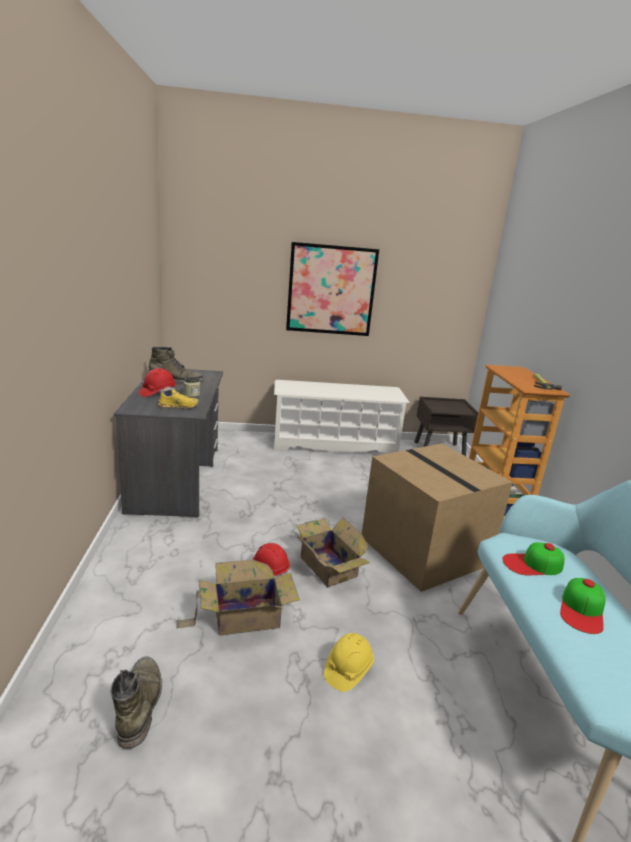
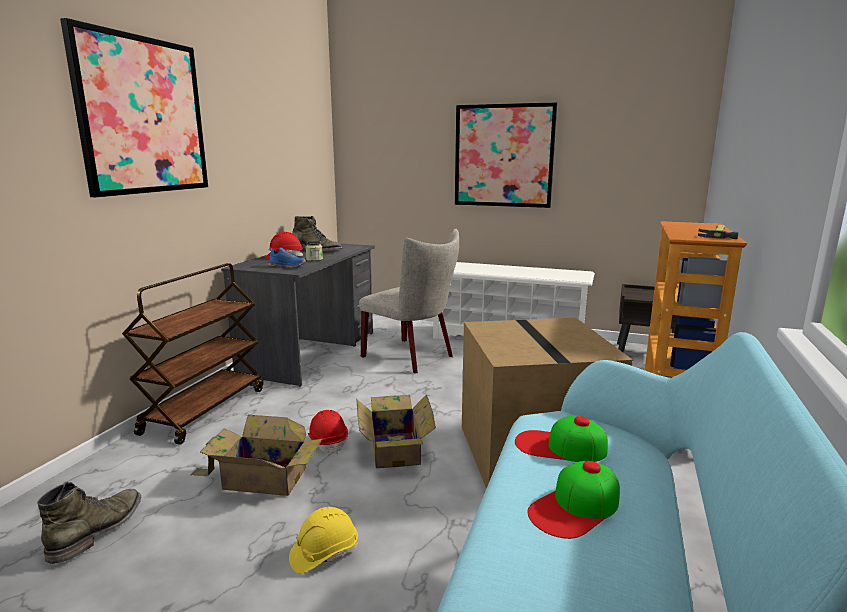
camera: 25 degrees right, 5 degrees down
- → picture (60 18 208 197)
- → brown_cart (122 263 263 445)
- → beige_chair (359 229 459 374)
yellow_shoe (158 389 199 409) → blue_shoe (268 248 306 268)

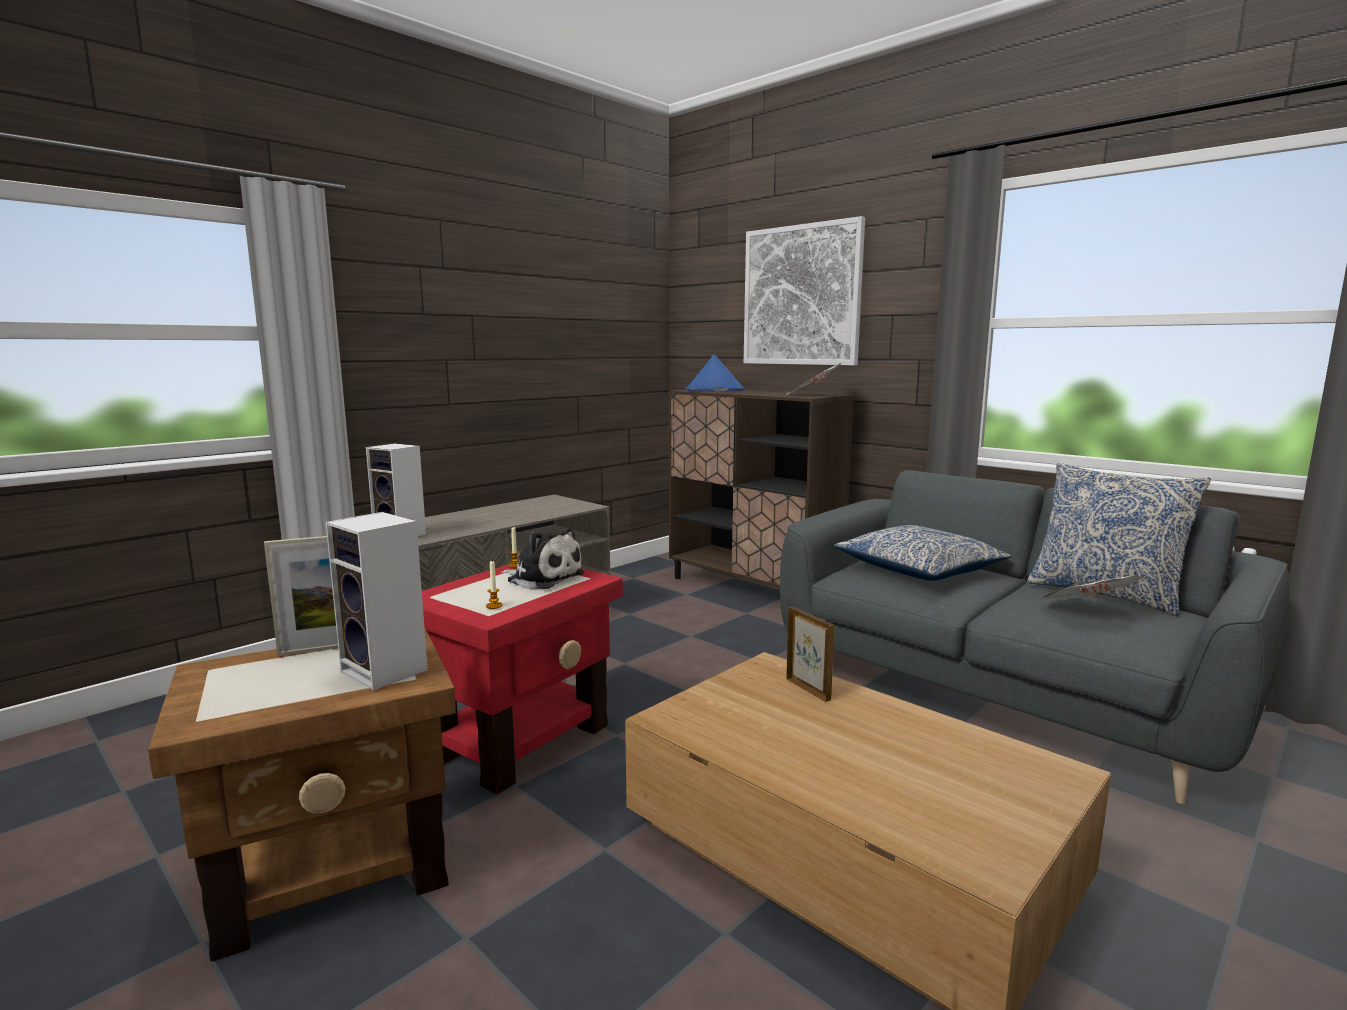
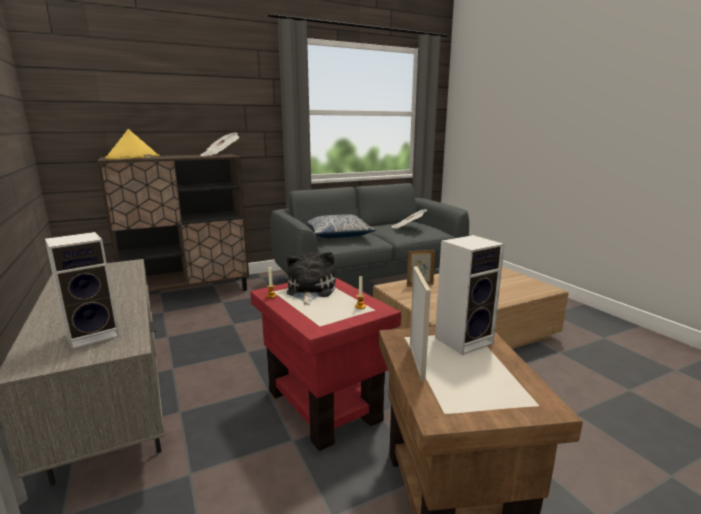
camera: 70 degrees left, 5 degrees up
picture (744 216 865 365) → -
pillow (1027 463 1211 616) → -
blue_hat (685 354 746 391) → yellow_hat (105 129 160 159)
plush_toy (501 527 585 589) → plush_toy (287 252 336 305), 45 degrees counterclockwise

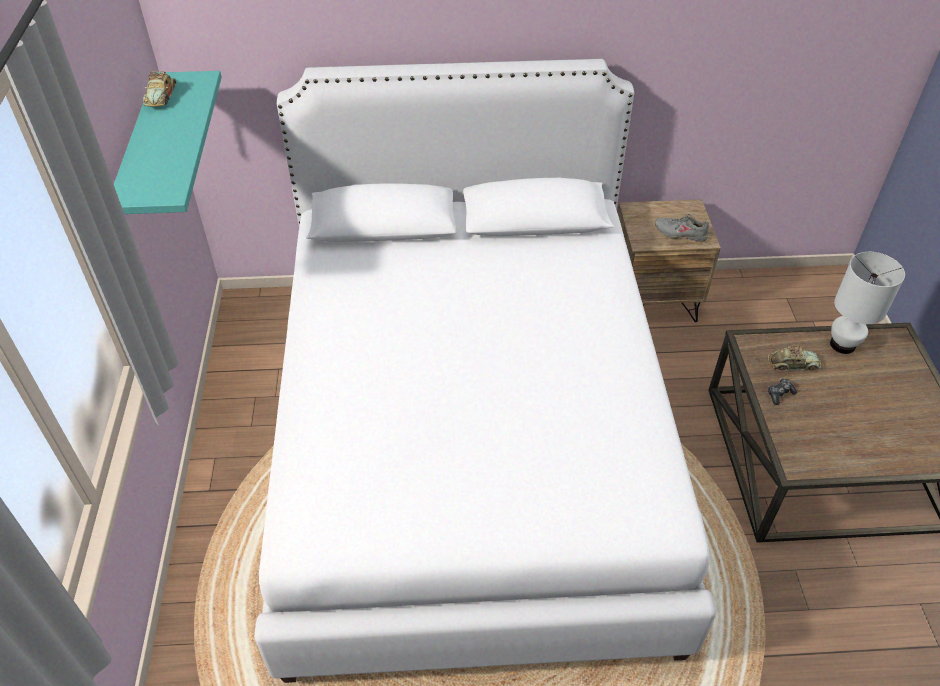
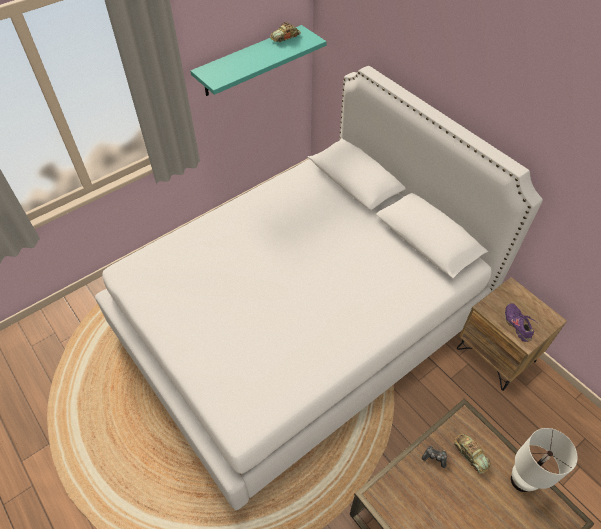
camera: 55 degrees right, 5 degrees up
grey_shoe (655 214 709 242) → purple_shoe (505 303 536 342)

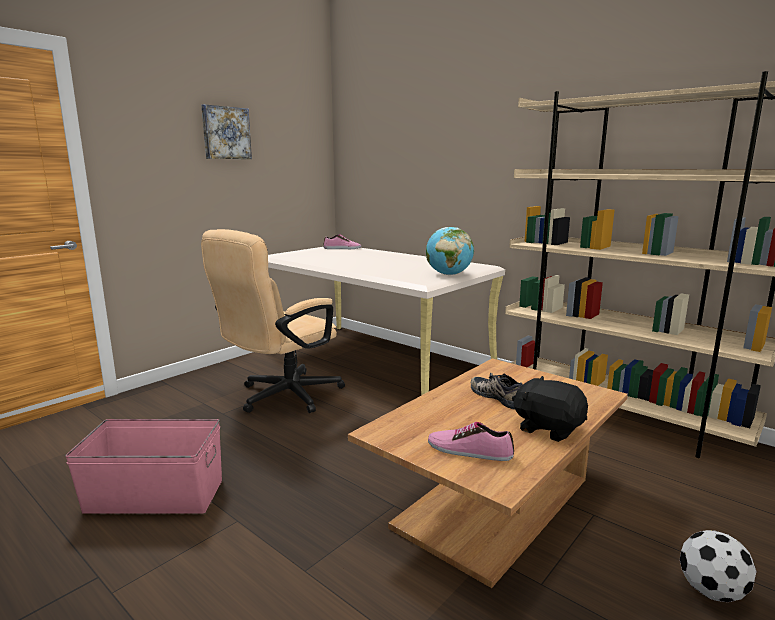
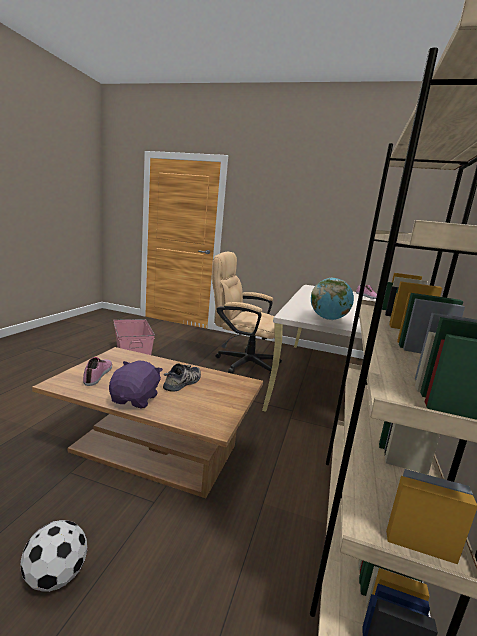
camera: 65 degrees right, 0 degrees up
picture (201 104 252 159) → -
black_plush_toy (512 376 588 442) → purple_plush_toy (109 361 163 408)

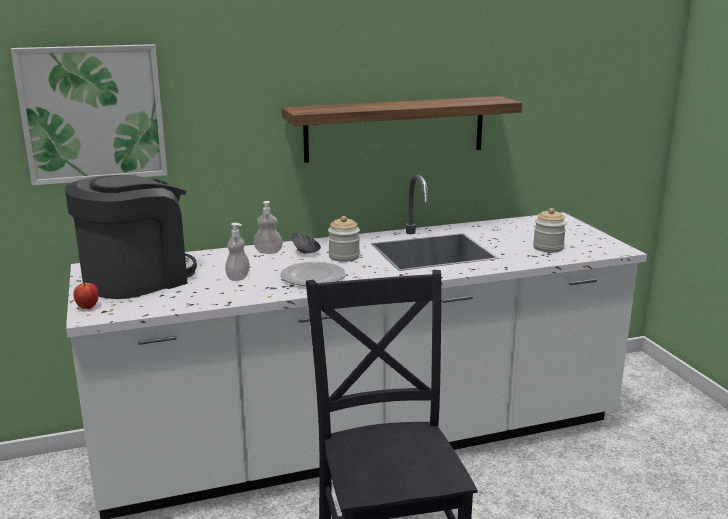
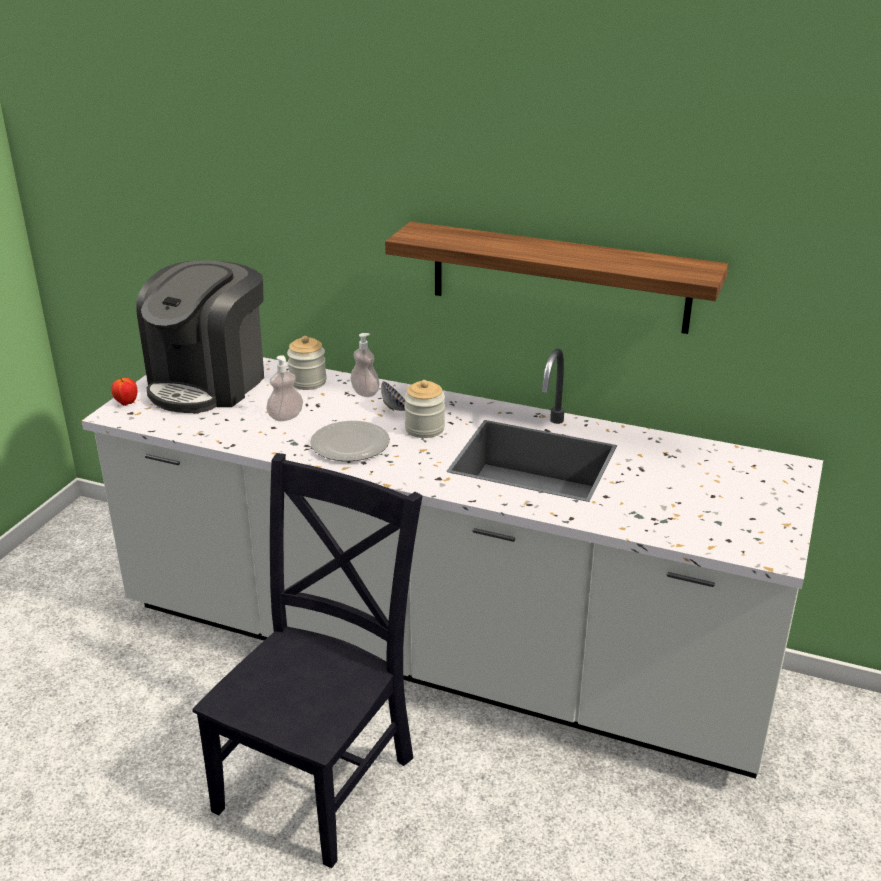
camera: 40 degrees right, 10 degrees up
picture (11 44 167 186) → -
jar (533 208 566 252) → jar (287 336 327 390), relocated
coffee_machine (65 175 197 299) → coffee_machine (136 260 264 413), 120 degrees clockwise

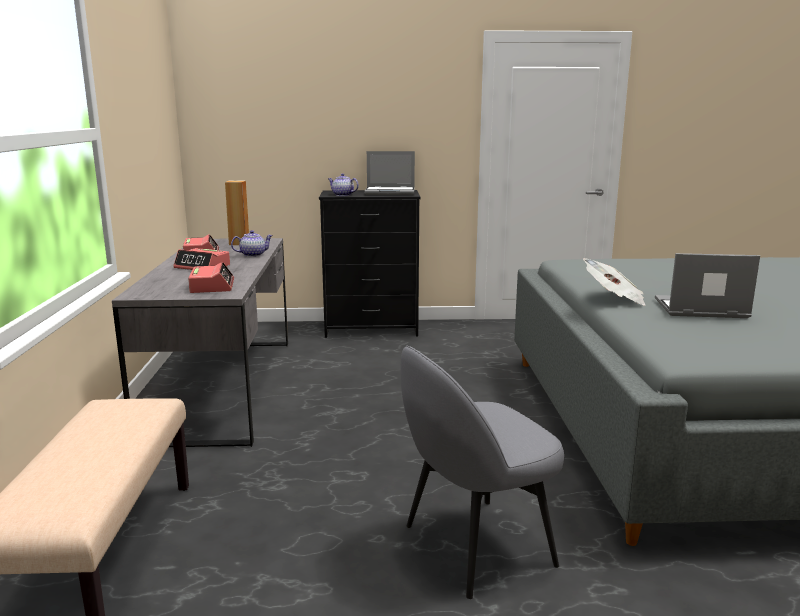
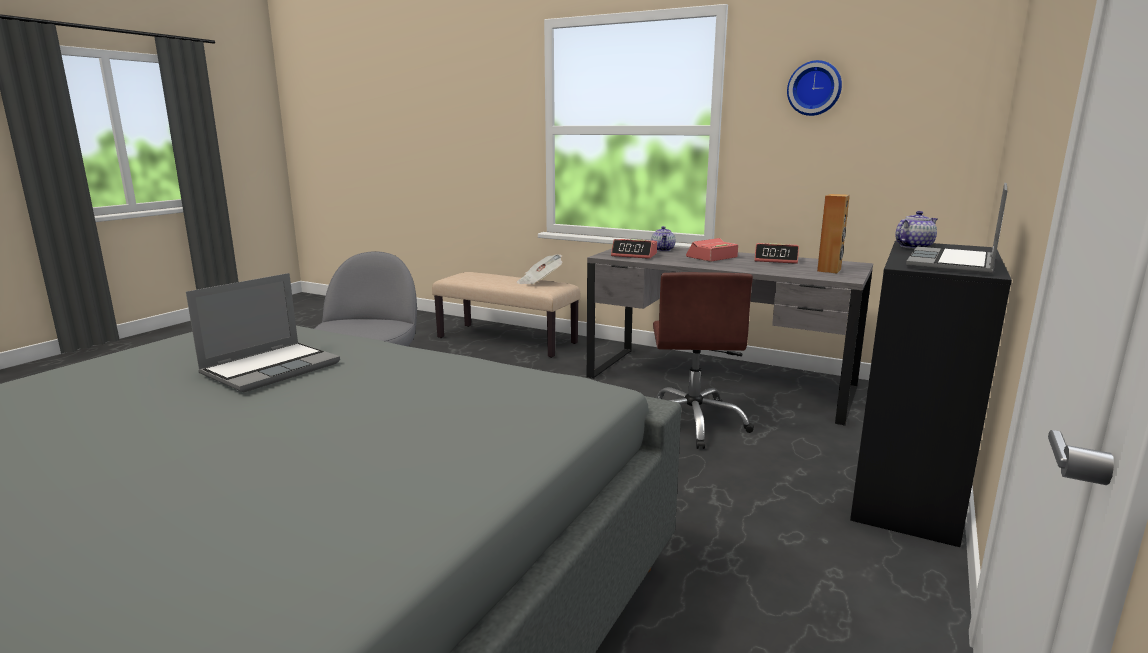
camera: 120 degrees right, 0 degrees up
- → brown_office_chair (653 272 754 449)
- → wall_clock (787 60 842 116)
teapot (231 230 273 257) → teapot (651 226 675 251), relocated
newspaper (583 258 646 306) → newspaper (516 254 562 285), relocated

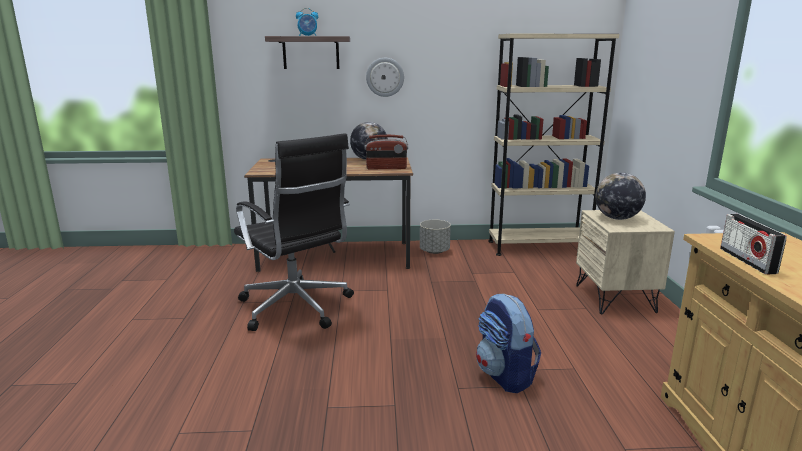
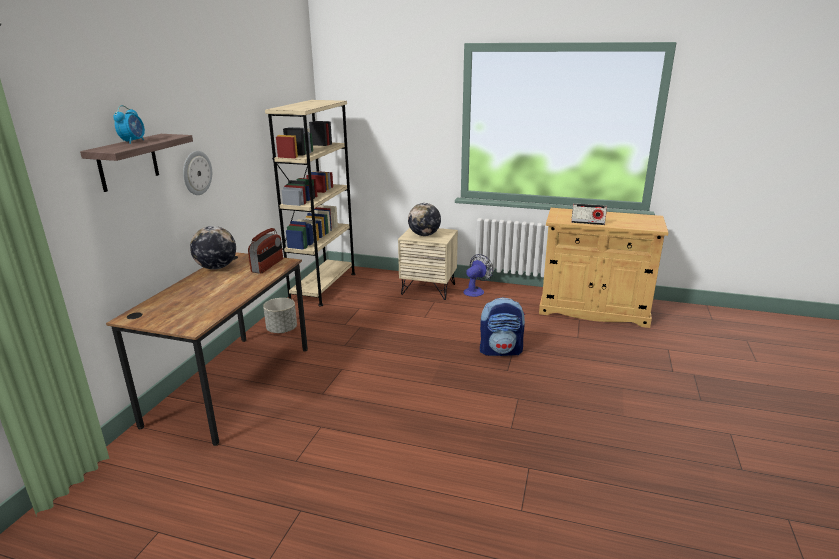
camera: 70 degrees left, 5 degrees up
black_office_chair (234 133 354 331) → -
- → fan (463 254 493 297)

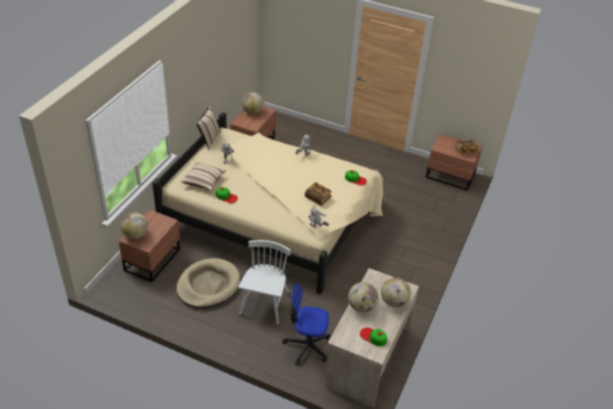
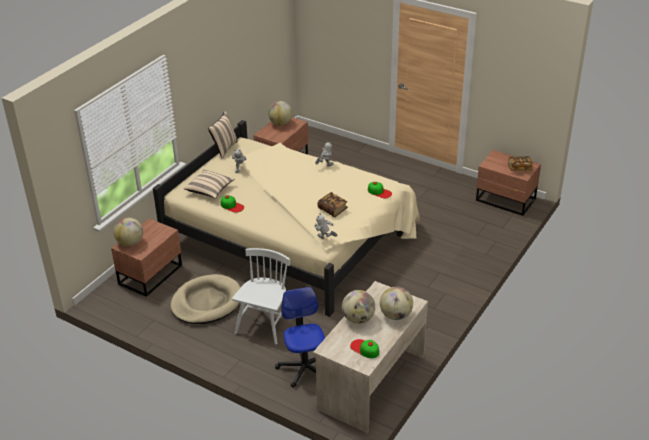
camera: 10 degrees right, 5 degrees down
office_chair (282 283 331 365) → office_chair (275 287 325 388), 60 degrees clockwise

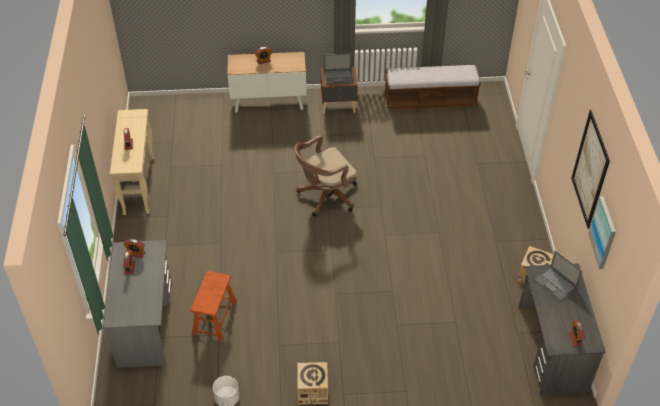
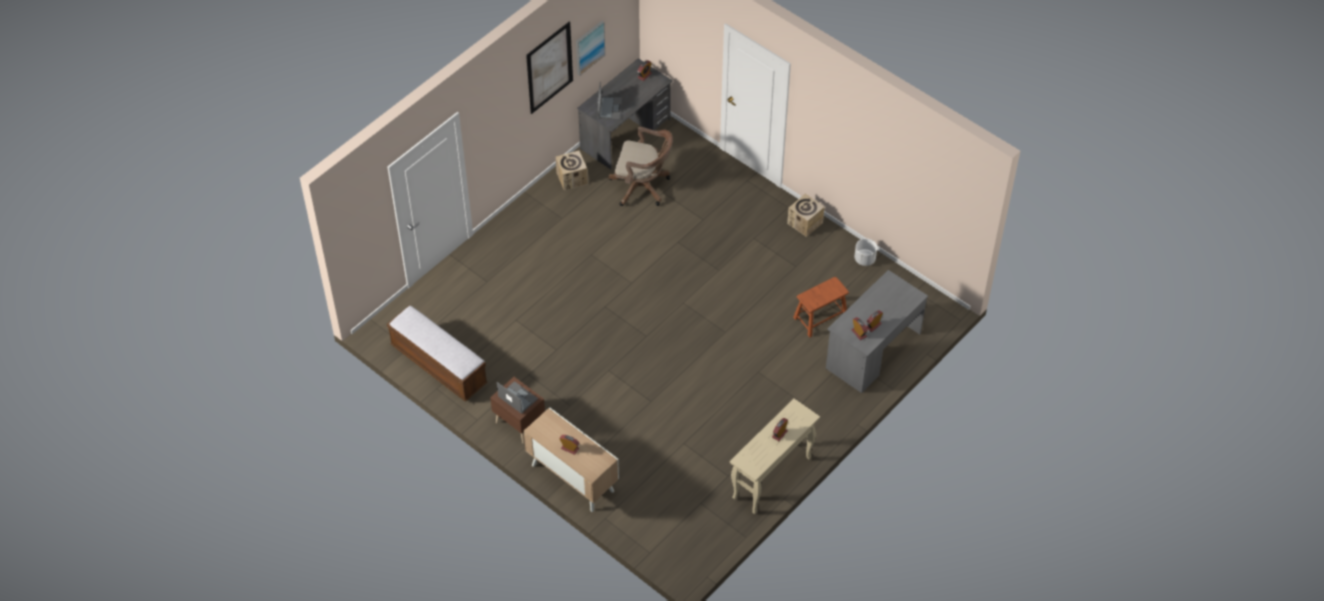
camera: 135 degrees left, 5 degrees up
brown_office_chair (294 135 357 216) → brown_office_chair (608 127 673 206), relocated

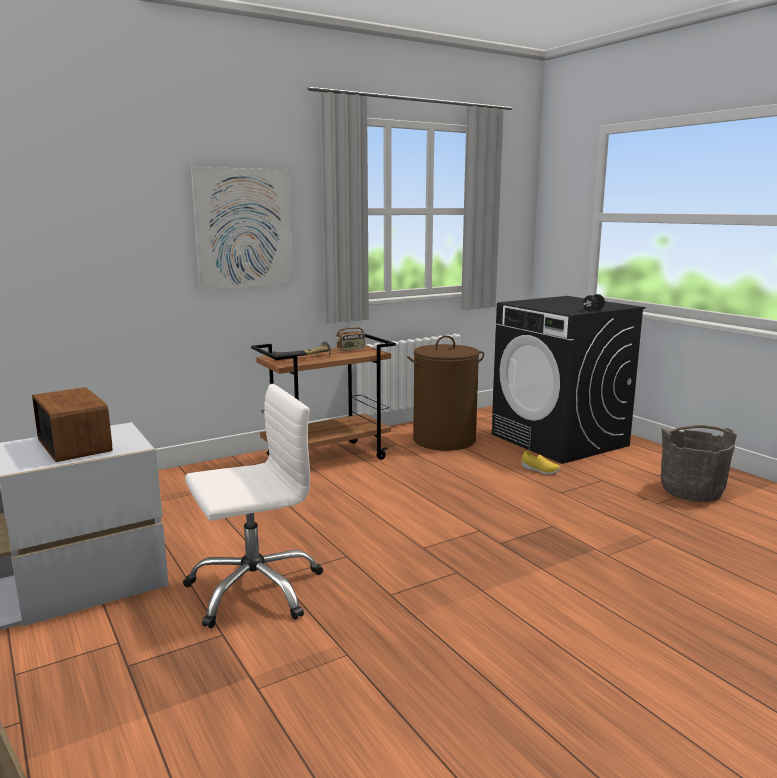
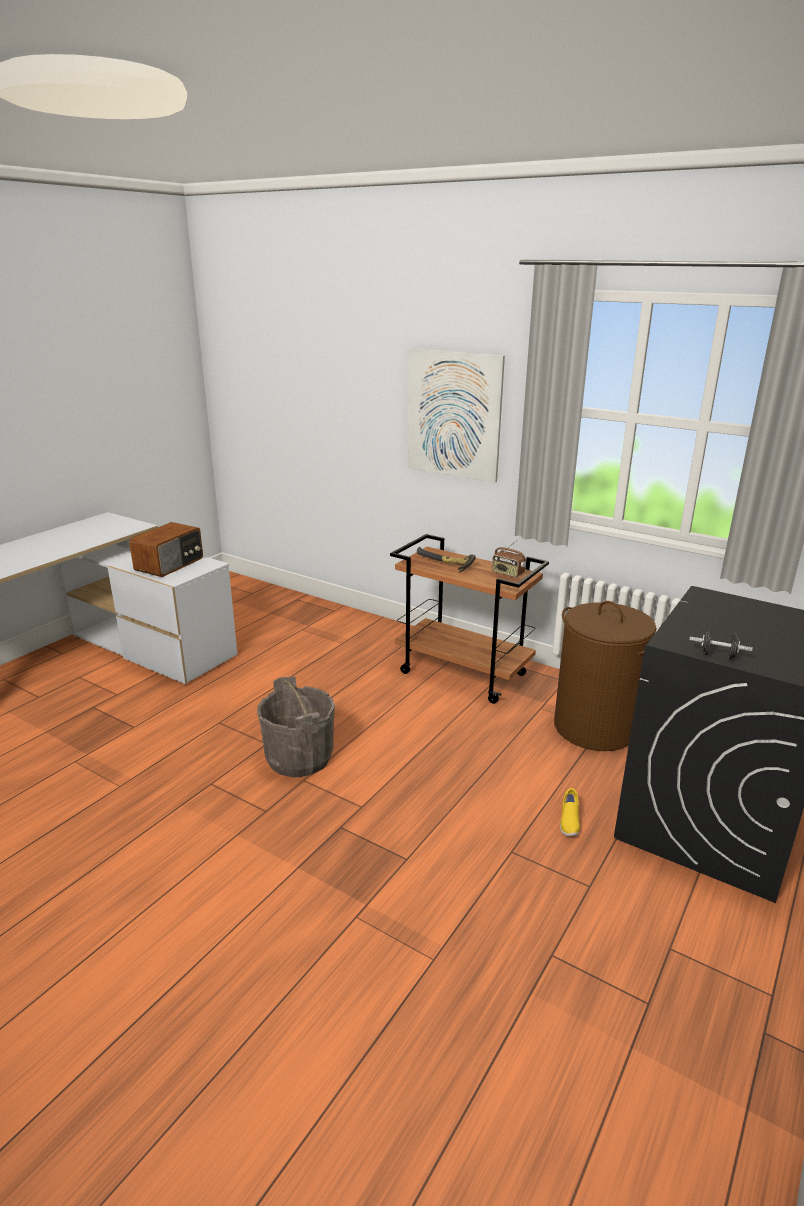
camera: 65 degrees right, 10 degrees up
white_office_chair (183 384 323 628) → -
grey_bucket (661 425 737 502) → grey_bucket (257 676 335 777), relocated

